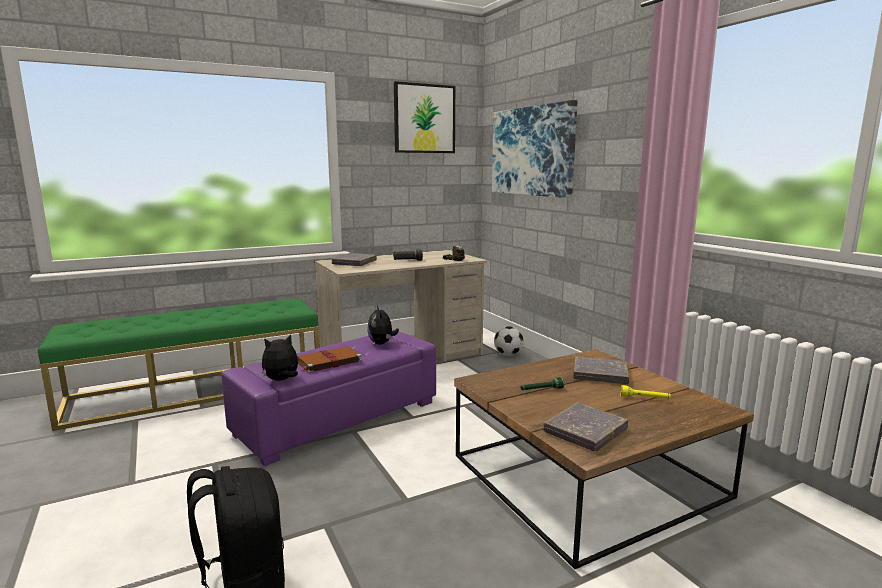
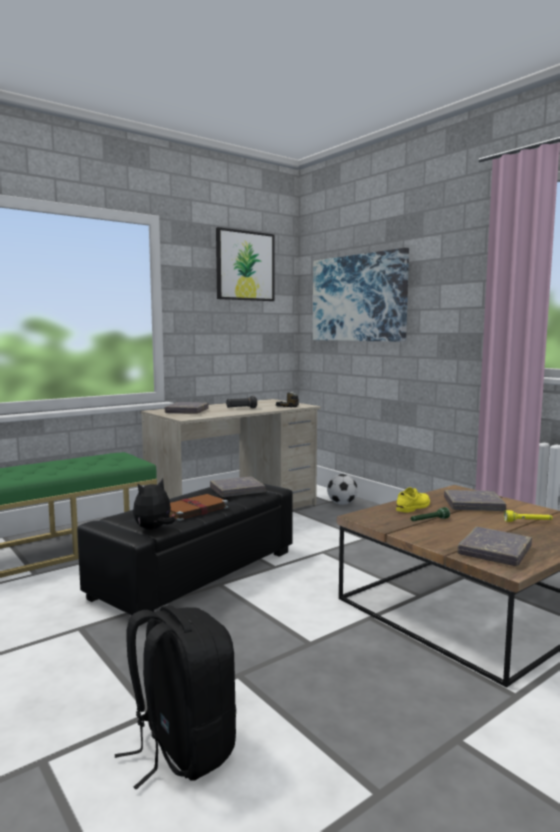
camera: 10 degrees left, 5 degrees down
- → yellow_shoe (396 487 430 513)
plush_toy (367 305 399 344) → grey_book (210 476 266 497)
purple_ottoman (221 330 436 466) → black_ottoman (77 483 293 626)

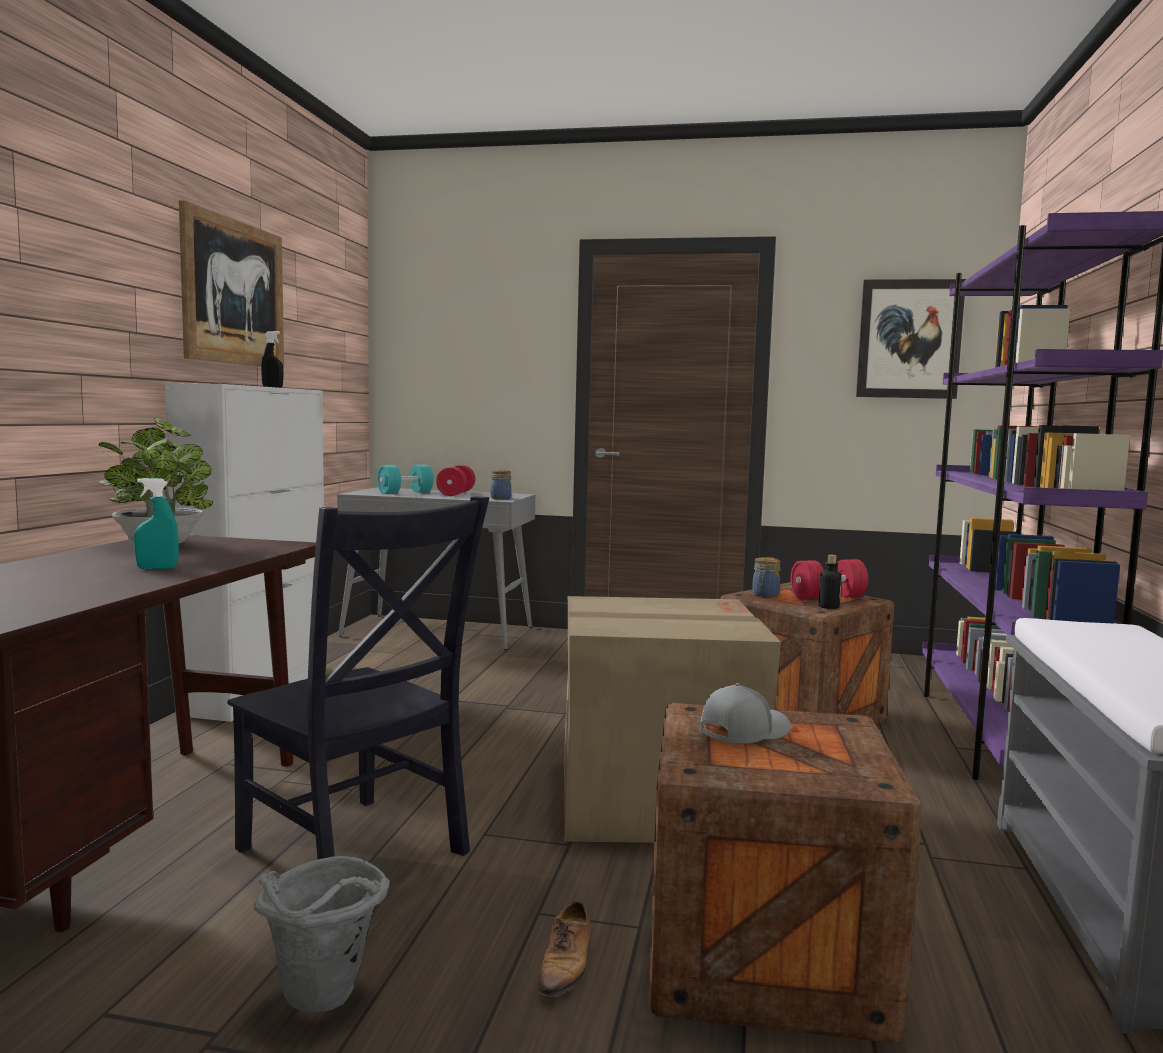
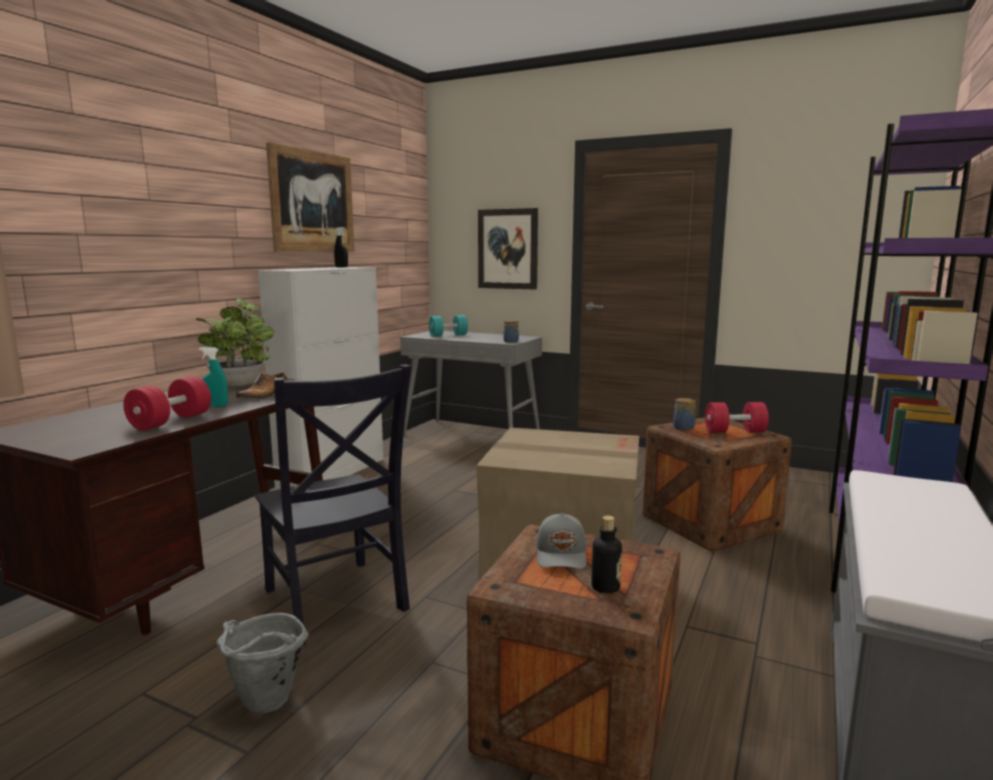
camera: 15 degrees right, 5 degrees up
red_dumbbell (436 465 475 496) → red_dumbbell (123 376 211 430), relocated
shoe (539 900 591 997) → shoe (235 373 288 399), relocated
bottle (819 555 842 609) → bottle (591 515 622 593), relocated
picture (856 279 966 399) → picture (478 208 538 290), relocated
grey_cap (700 683 791 744) → grey_cap (536 513 586 569), 120 degrees clockwise

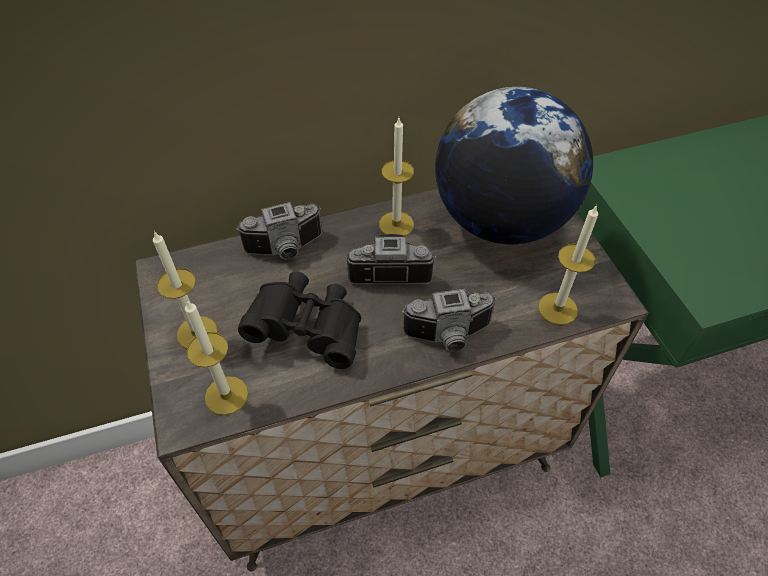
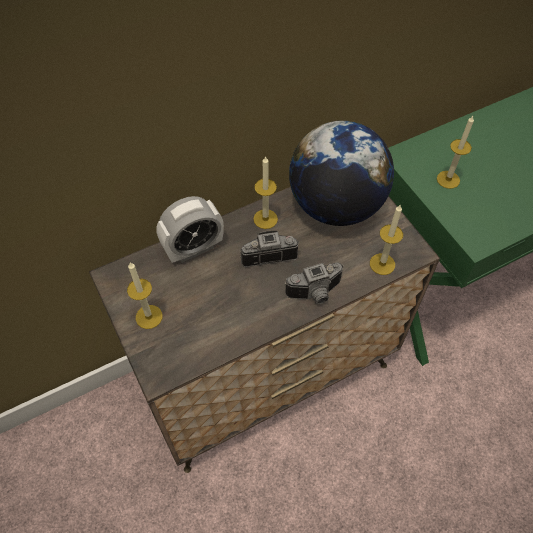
camera: 10 degrees left, 5 degrees up
black_binoculars (238 272 361 369) → -
candle (185 300 248 415) → candle (437 116 474 189), relocated
photo_camera (236 202 322 259) → alarm_clock (156 196 224 263)

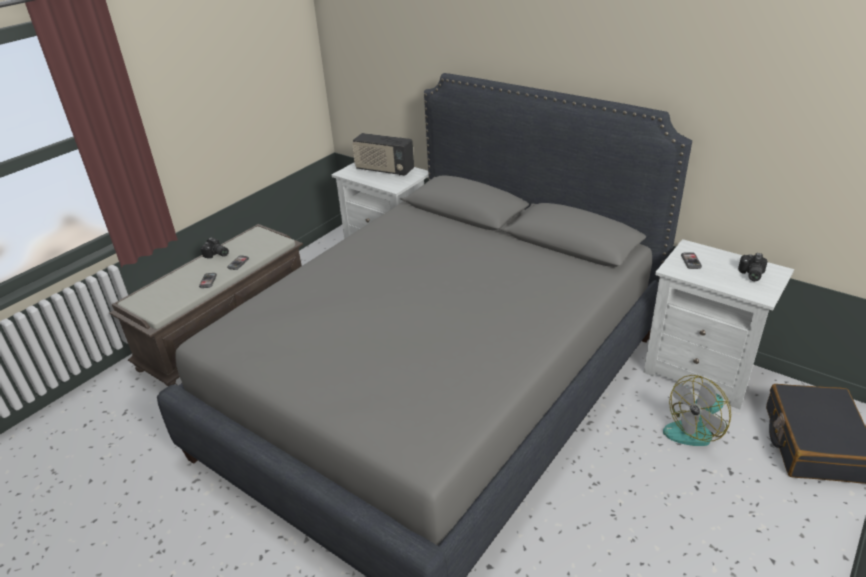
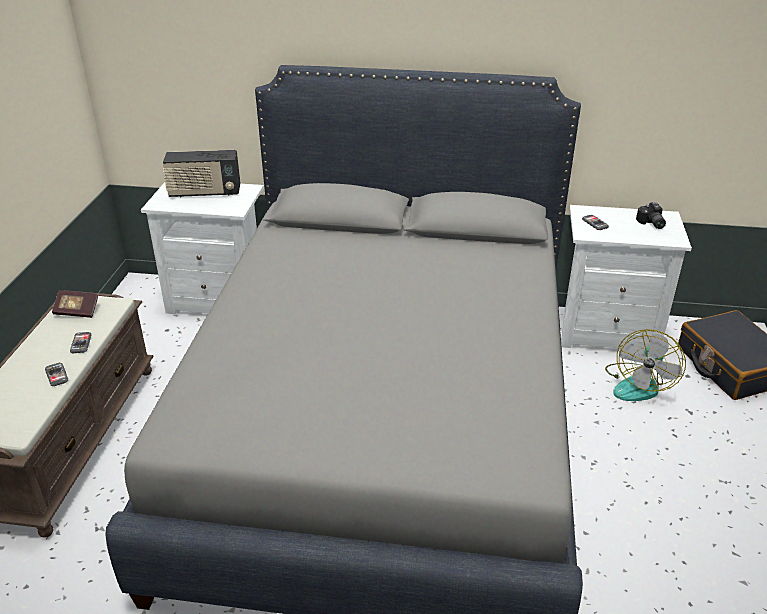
camera: 30 degrees left, 0 degrees up
photo_camera (201 237 229 259) → -
- → book (52 290 98 318)

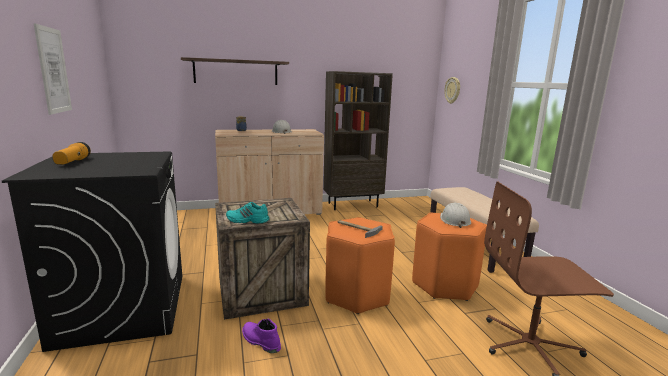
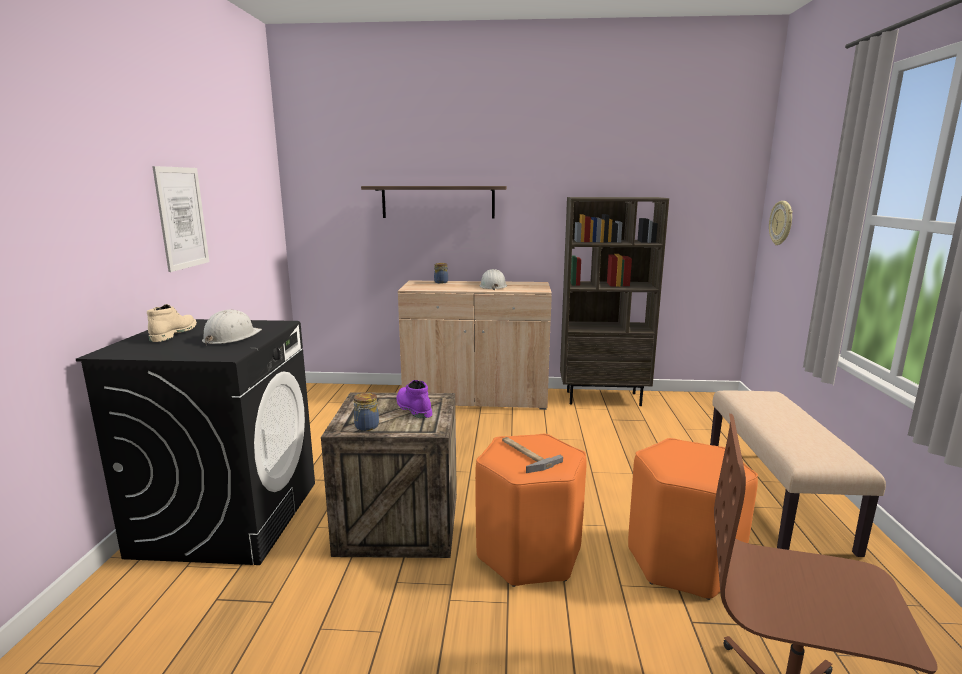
camera: 20 degrees right, 0 degrees up
purple_boot (242 319 281 353) → purple_boot (396 380 432 418), relocated
white_hard_hat (440 203 471 228) → white_hard_hat (202 310 262 346), relocated
flashlight (52 142 91 165) → beige_boot (147 304 197 342)
turquoise_shoe (226 202 270 224) → jar (354 392 379 431)

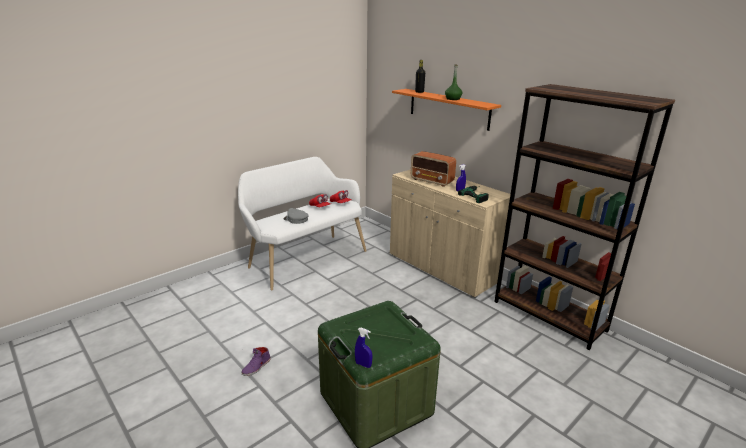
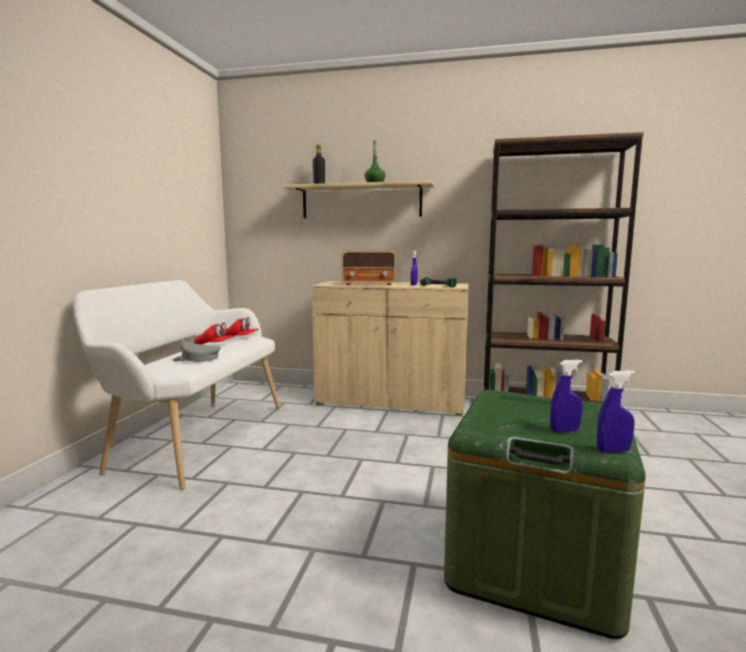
camera: 35 degrees left, 15 degrees down
purple_shoe (242 347 271 376) → -
- → blue_spray_bottle (550 359 583 432)
orange_shelf (392 89 501 131) → beige_shelf (283 180 434 218)

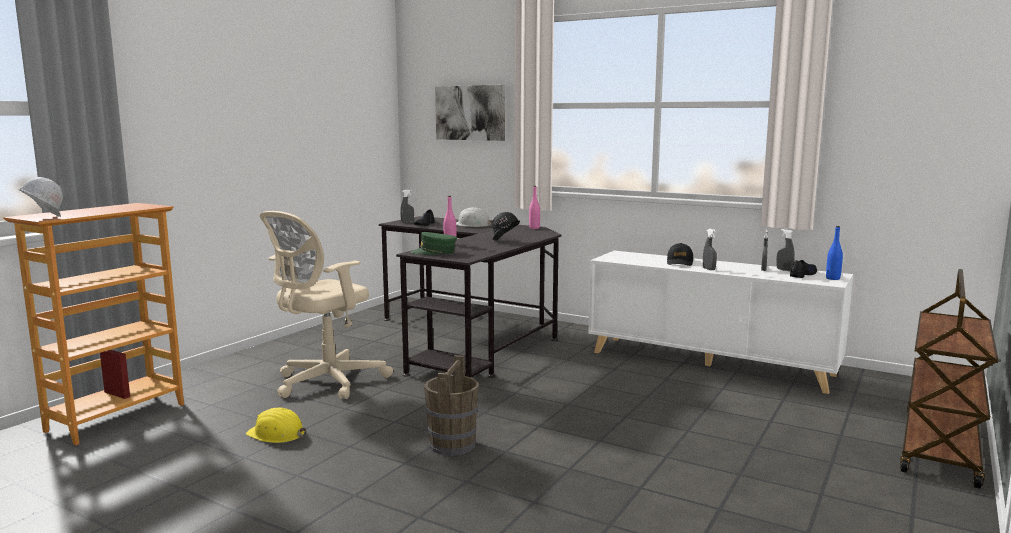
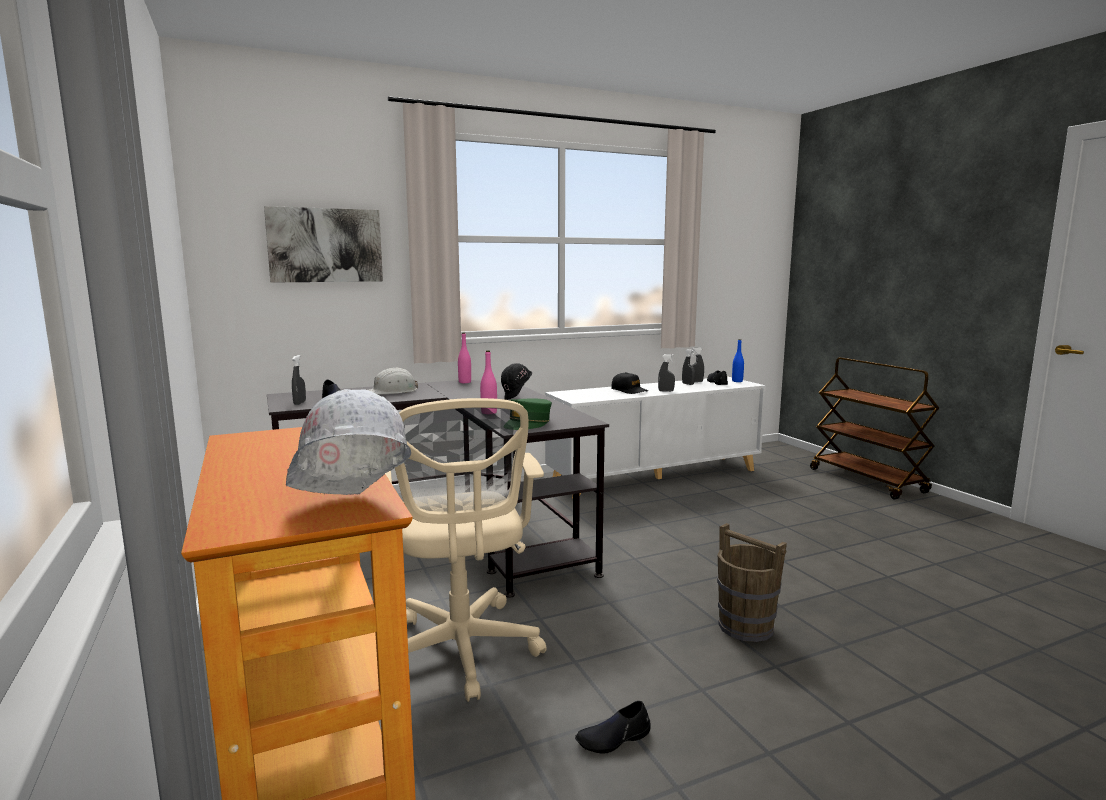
camera: 55 degrees left, 0 degrees up
yellow_hard_hat (246 408 306 443) → black_shoe (575 701 650 754)

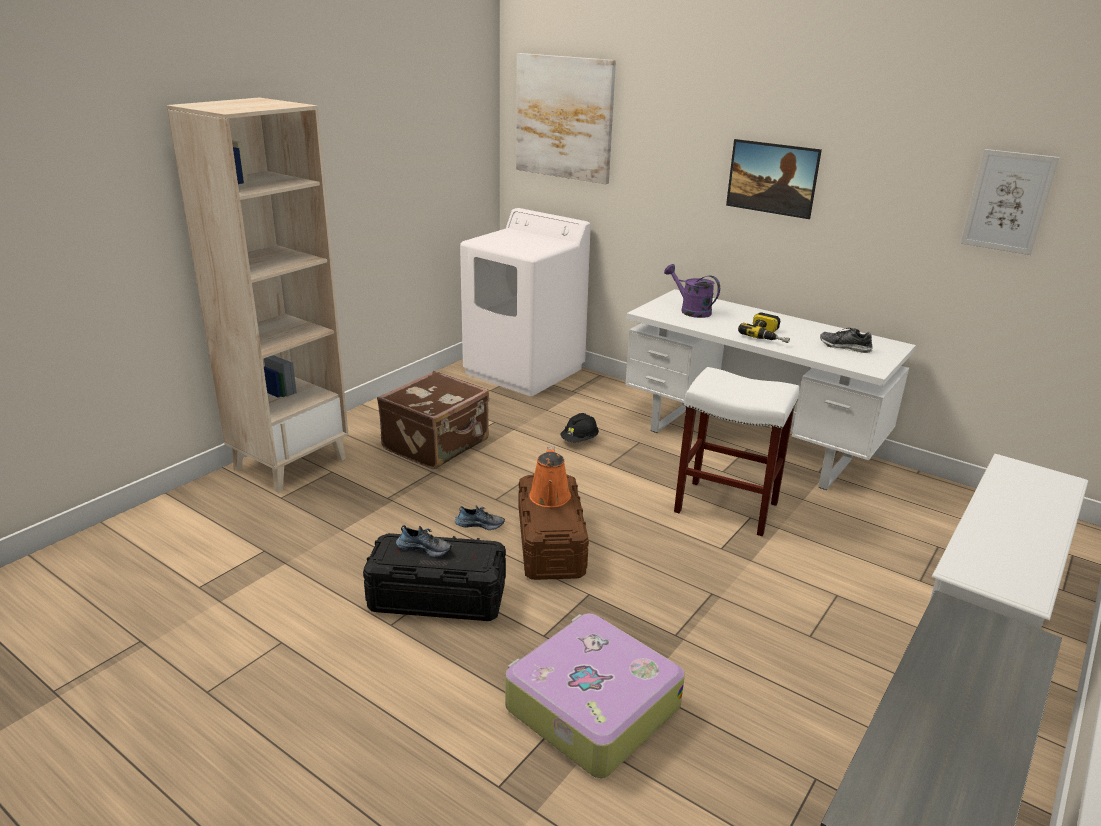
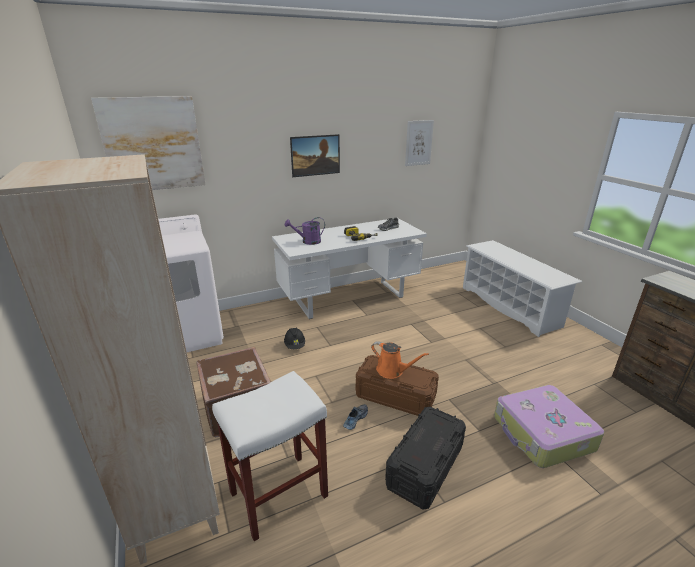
camera: 60 degrees left, 0 degrees up
shoe (396 525 452 557) → -
white_stool (674 367 800 536) → white_stool (212 371 328 541), relocated

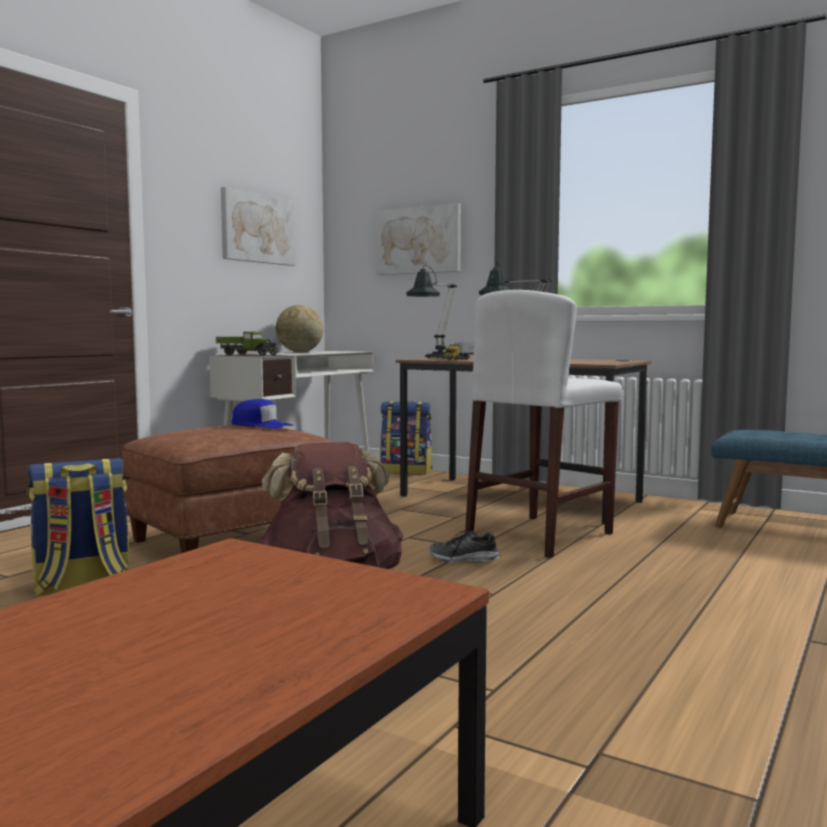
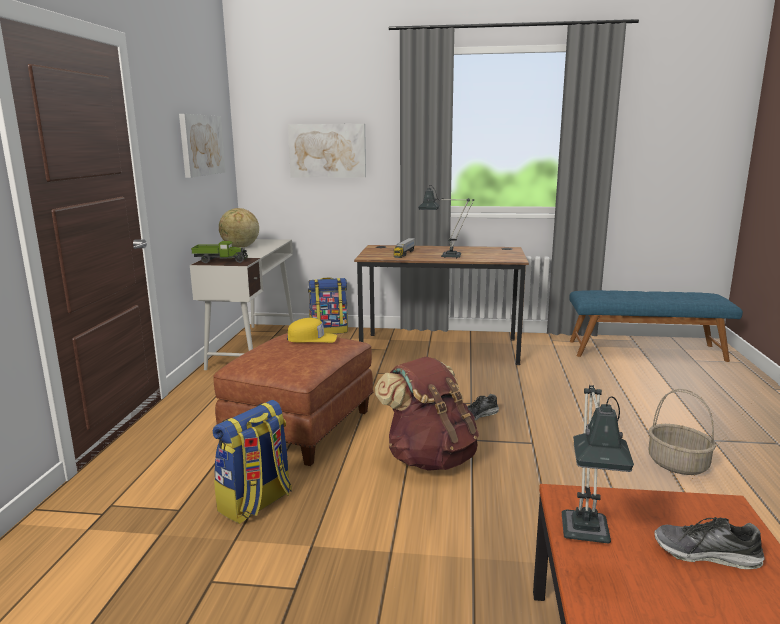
camera: 25 degrees left, 10 degrees up
white_stool (465 290 622 558) → -
- → basket (649 389 716 475)
- → shoe (654 517 765 569)
table_lamp (406 265 457 359) → table_lamp (562 385 634 544), relocated
blue_cap (231 399 293 429) → yellow_cap (287 318 337 343)

